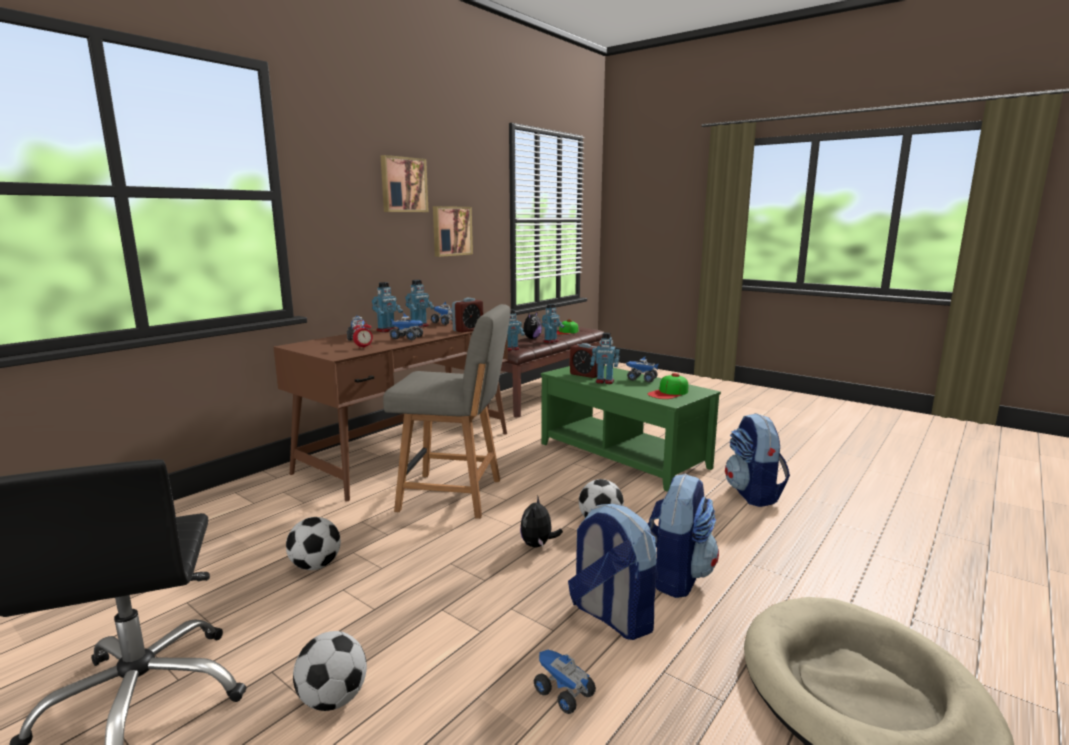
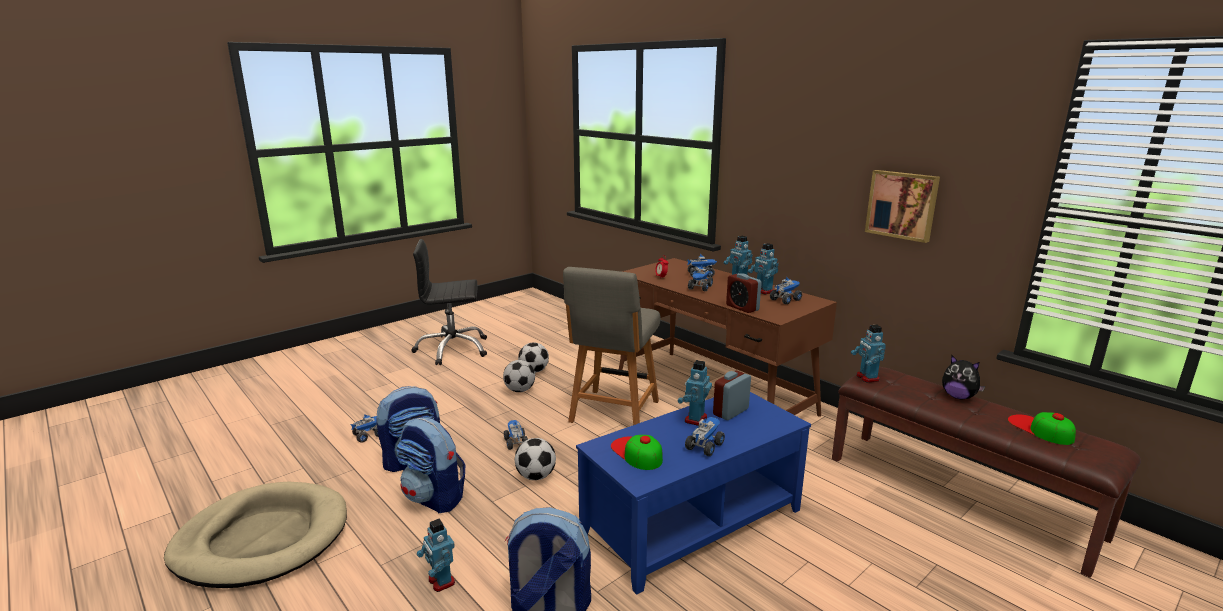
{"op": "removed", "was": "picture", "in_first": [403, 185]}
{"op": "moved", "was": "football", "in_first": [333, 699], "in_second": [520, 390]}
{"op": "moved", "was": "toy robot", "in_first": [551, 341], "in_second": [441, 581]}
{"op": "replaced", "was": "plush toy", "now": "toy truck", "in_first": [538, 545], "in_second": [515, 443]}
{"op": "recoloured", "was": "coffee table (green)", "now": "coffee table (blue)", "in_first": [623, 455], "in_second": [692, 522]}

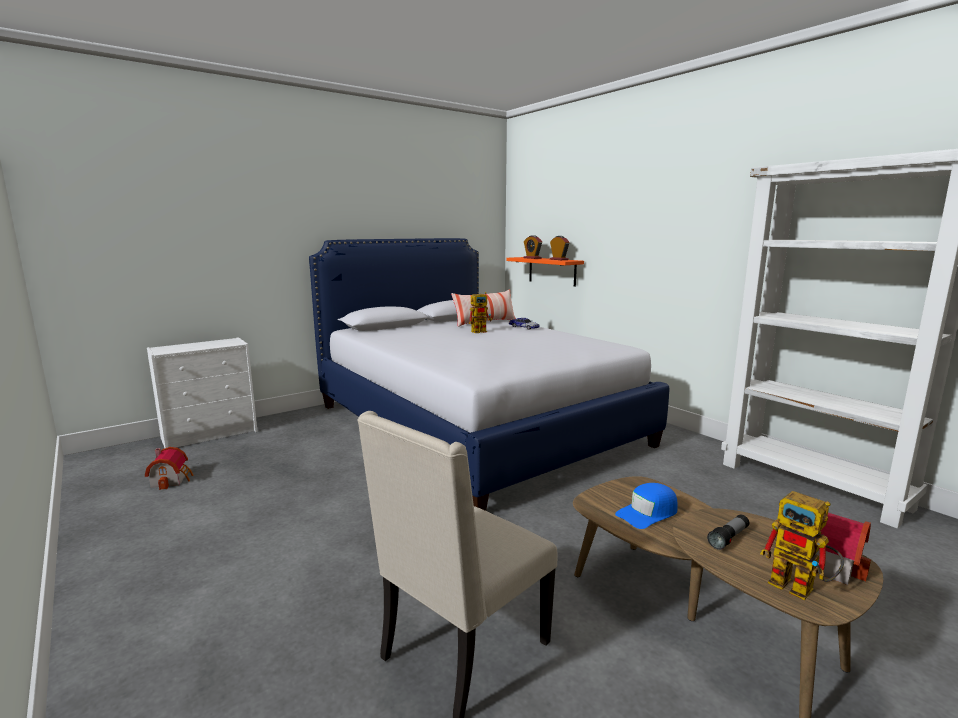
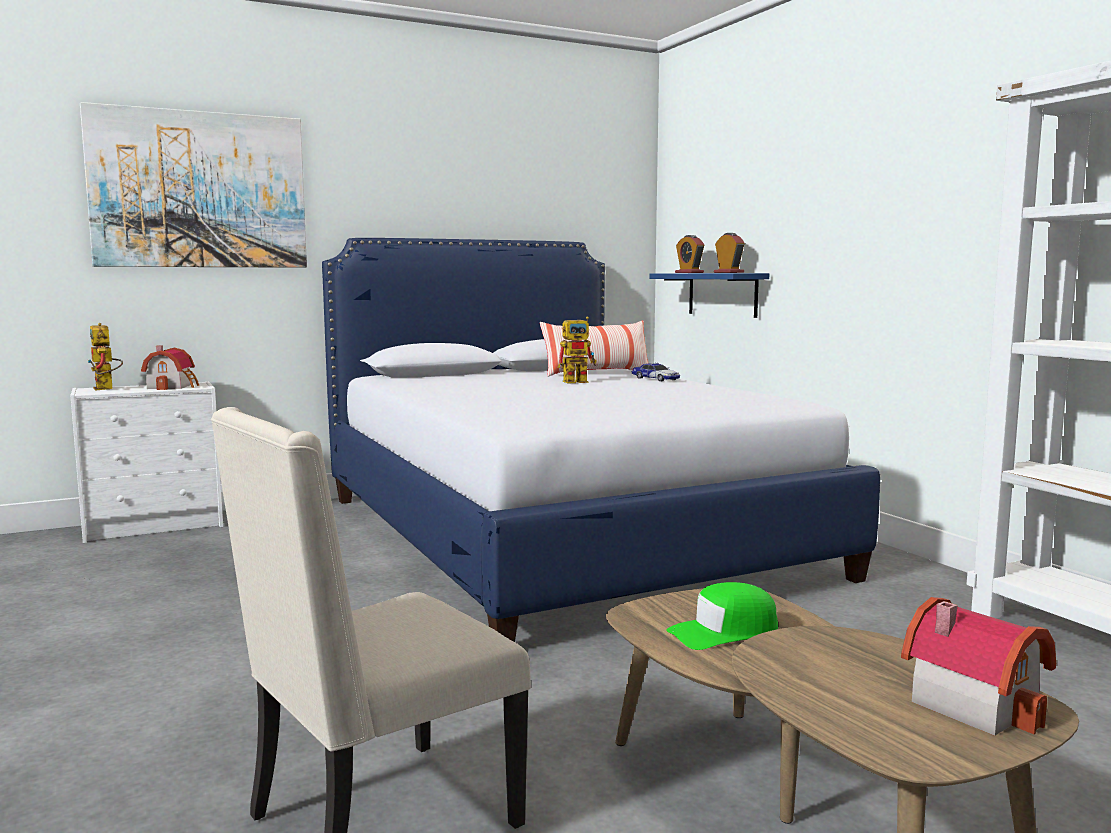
{"op": "removed", "was": "flashlight", "in_first": [728, 538]}
{"op": "added", "now": "picture", "in_second": [199, 190]}
{"op": "moved", "was": "toy house", "in_first": [172, 479], "in_second": [173, 386]}
{"op": "moved", "was": "toy robot", "in_first": [801, 588], "in_second": [106, 389]}
{"op": "recoloured", "was": "shelf (orange)", "now": "shelf (blue)", "in_first": [552, 271], "in_second": [722, 294]}
{"op": "recoloured", "was": "cap (blue)", "now": "cap (green)", "in_first": [648, 513], "in_second": [724, 632]}

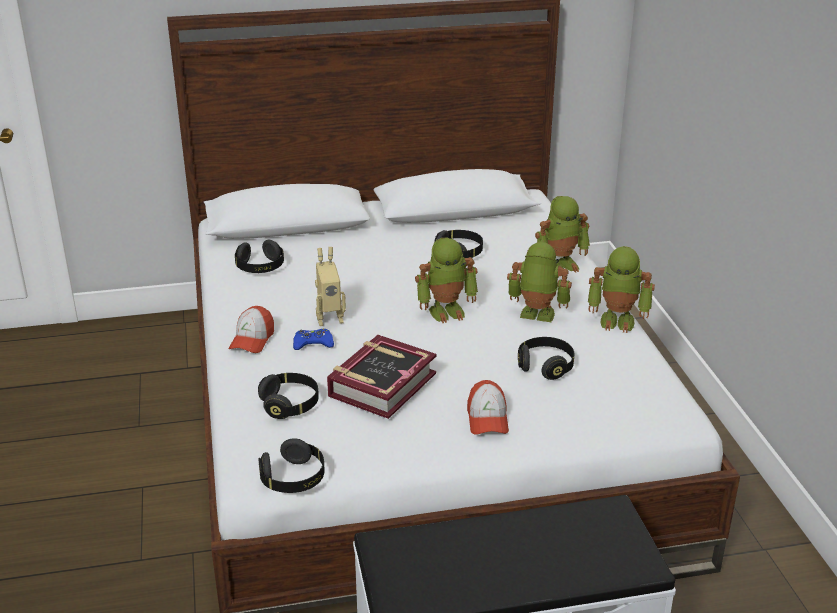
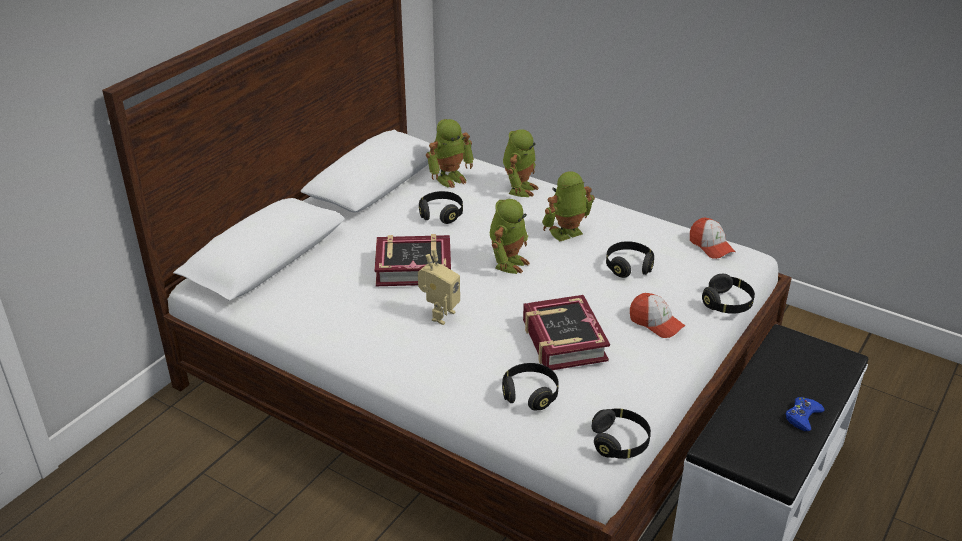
{"op": "added", "now": "book", "in_second": [413, 268]}
{"op": "moved", "was": "cap", "in_first": [252, 340], "in_second": [711, 246]}
{"op": "moved", "was": "headphones (black)", "in_first": [260, 267], "in_second": [727, 304]}
{"op": "moved", "was": "game controller (blue)", "in_first": [313, 343], "in_second": [802, 416]}
{"op": "moved", "was": "toy robot", "in_first": [618, 320], "in_second": [450, 178]}

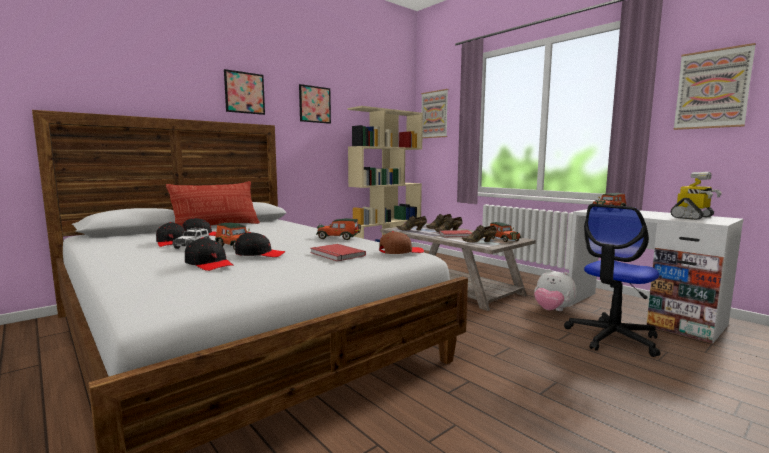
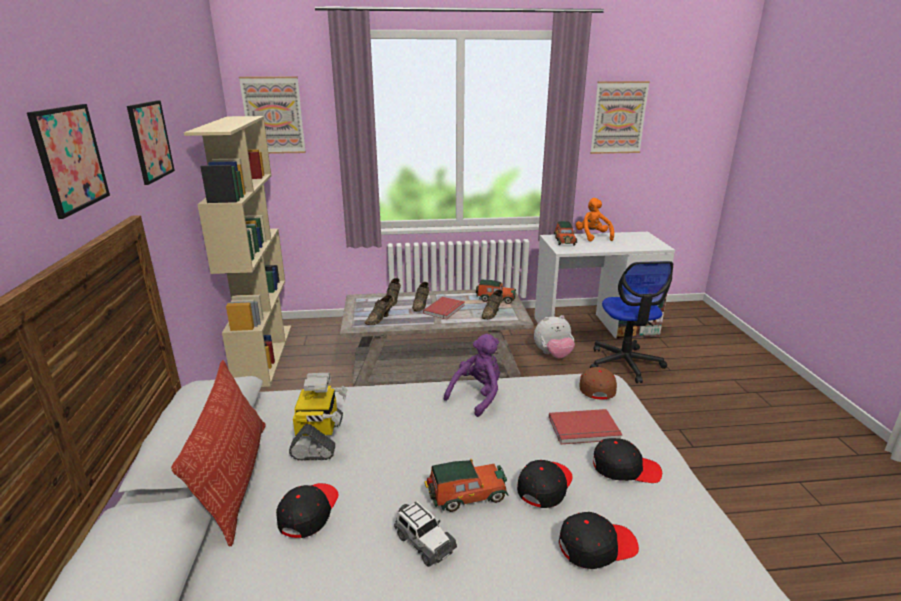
{"op": "added", "now": "plush toy (orange)", "in_second": [592, 237]}
{"op": "moved", "was": "cap (black)", "in_first": [172, 242], "in_second": [625, 468]}
{"op": "moved", "was": "toy robot", "in_first": [692, 217], "in_second": [319, 439]}
{"op": "replaced", "was": "toy car", "now": "plush toy (purple)", "in_first": [339, 238], "in_second": [477, 396]}

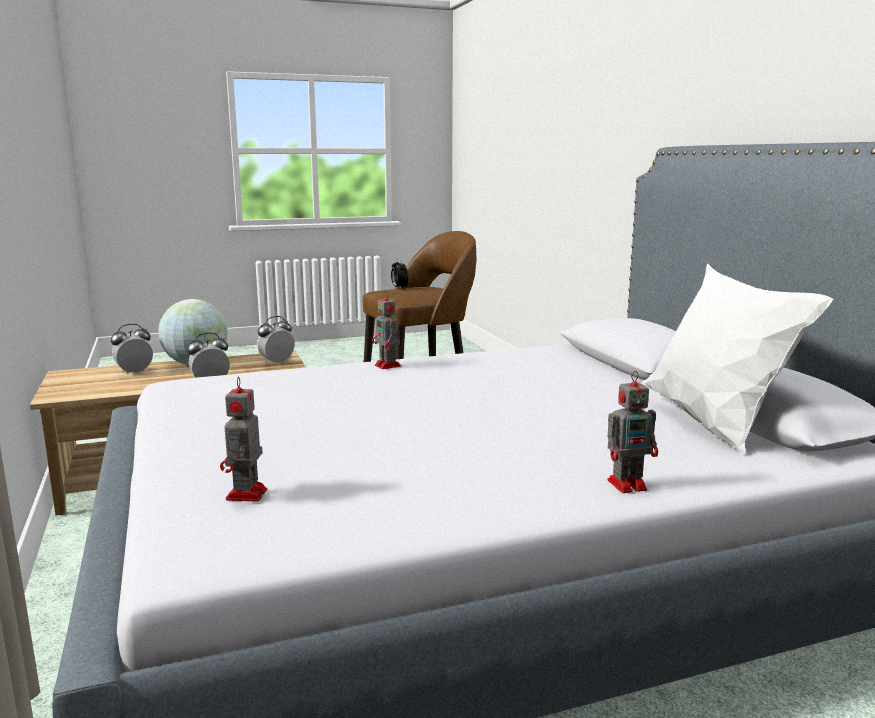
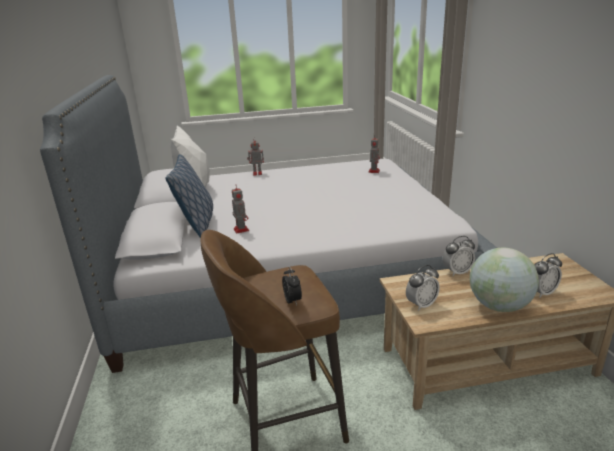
{"op": "added", "now": "pillow", "in_second": [197, 225]}
{"op": "moved", "was": "toy robot", "in_first": [388, 366], "in_second": [241, 229]}

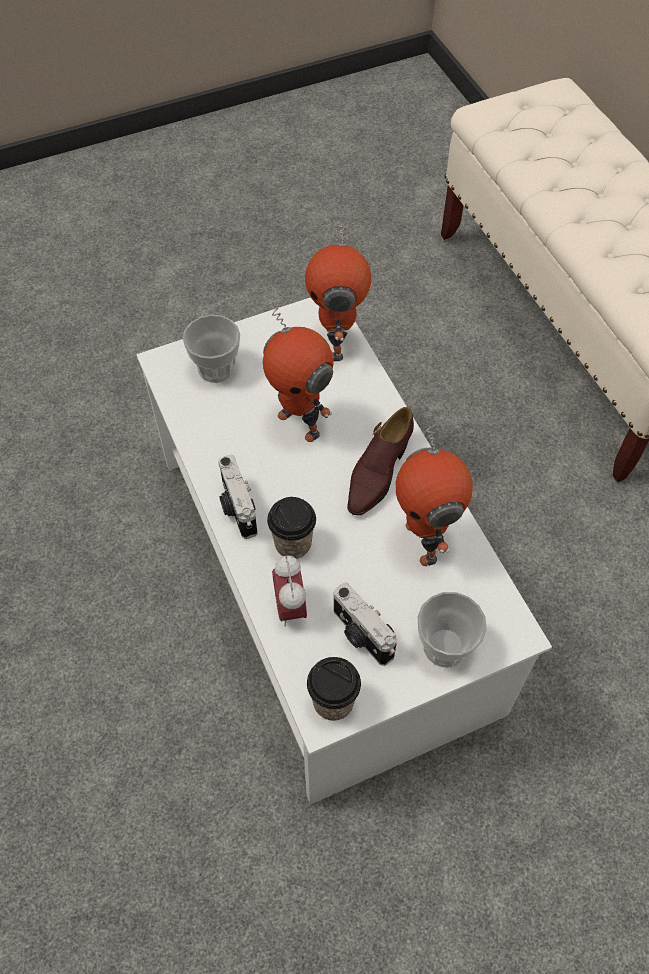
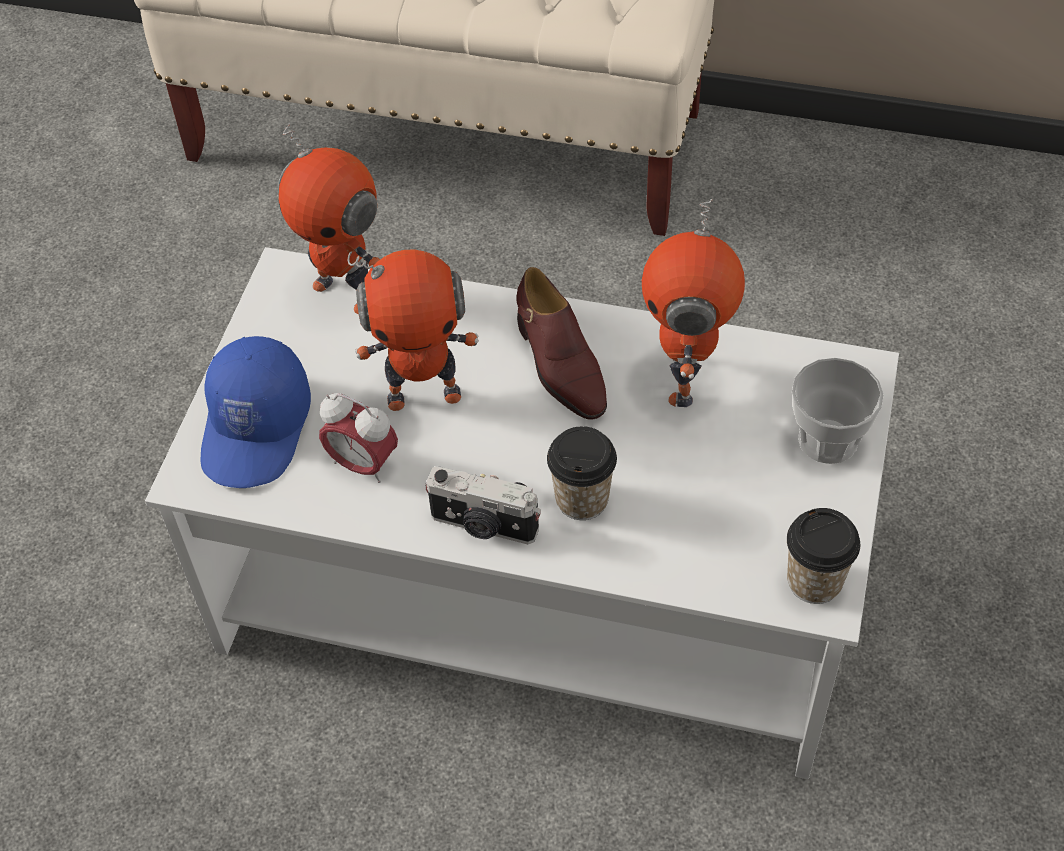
{"op": "removed", "was": "photo camera", "in_first": [361, 635]}
{"op": "moved", "was": "alarm clock", "in_first": [290, 607], "in_second": [363, 464]}
{"op": "replaced", "was": "cup", "now": "cap (blue)", "in_first": [216, 368], "in_second": [258, 429]}
{"op": "turned", "was": "toy robot", "in_first": [424, 541], "in_second": [686, 378], "clockwise": 75}

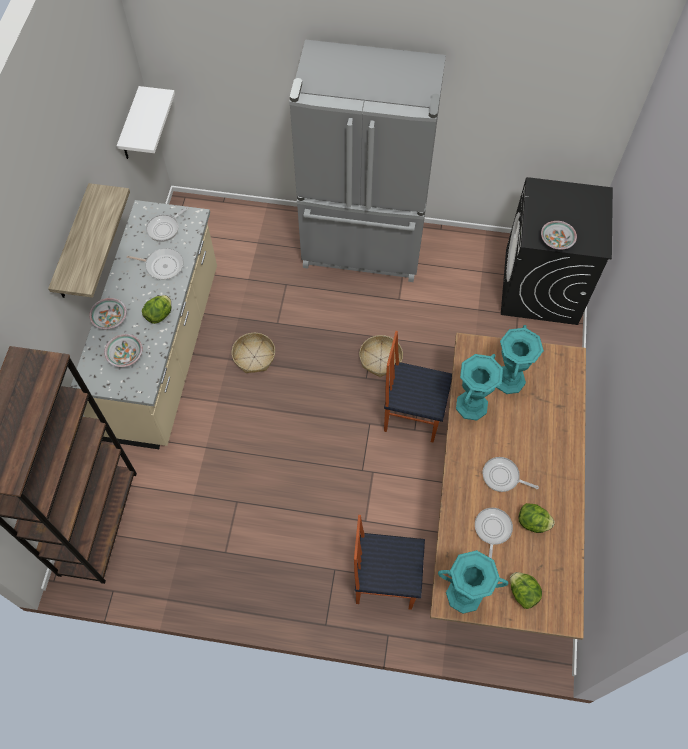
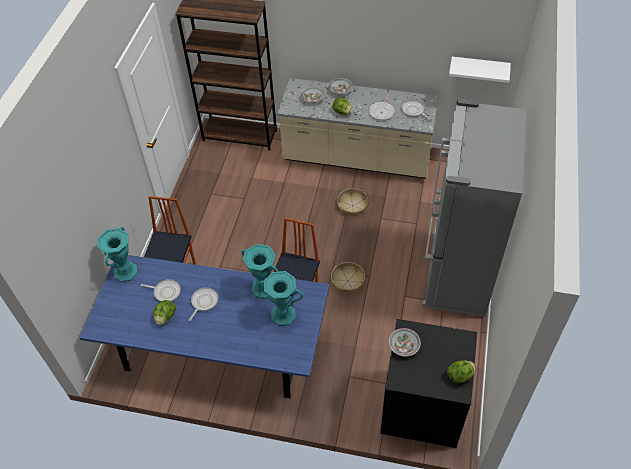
{"op": "removed", "was": "shelf", "in_first": [73, 244]}
{"op": "moved", "was": "lettuce", "in_first": [522, 593], "in_second": [460, 376]}
{"op": "recoloured", "was": "dining table (brown)", "now": "dining table (blue)", "in_first": [498, 507], "in_second": [217, 349]}

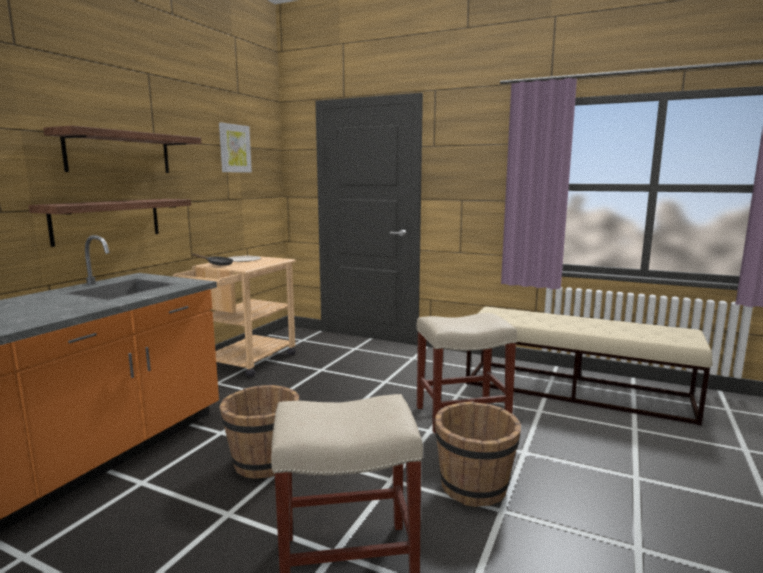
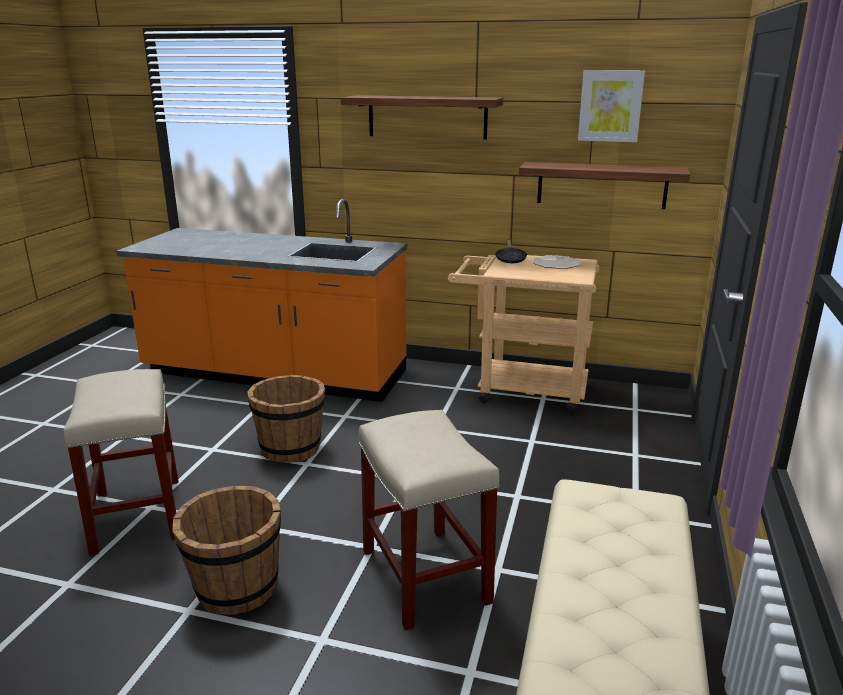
{"op": "moved", "was": "shelf", "in_first": [107, 220], "in_second": [601, 185]}

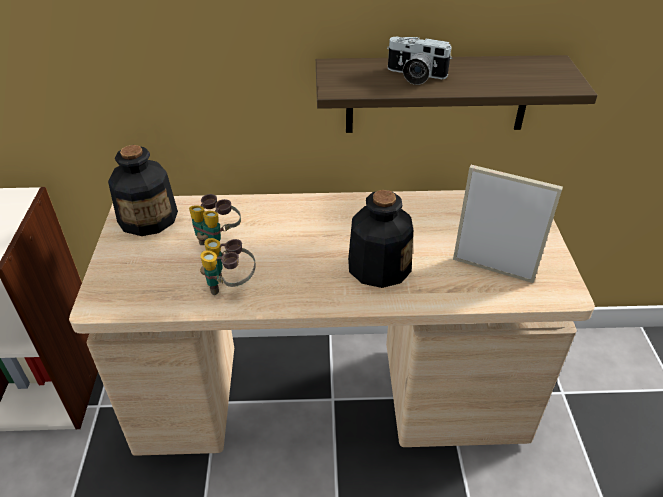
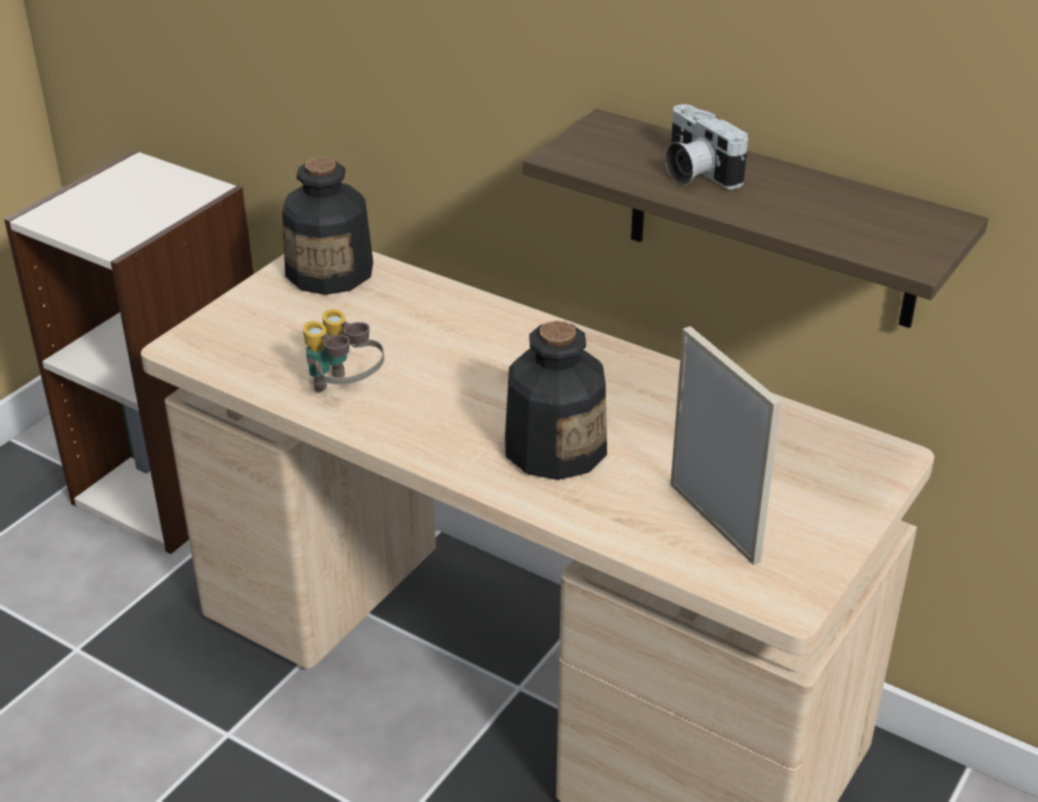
{"op": "removed", "was": "binoculars", "in_first": [217, 239]}

